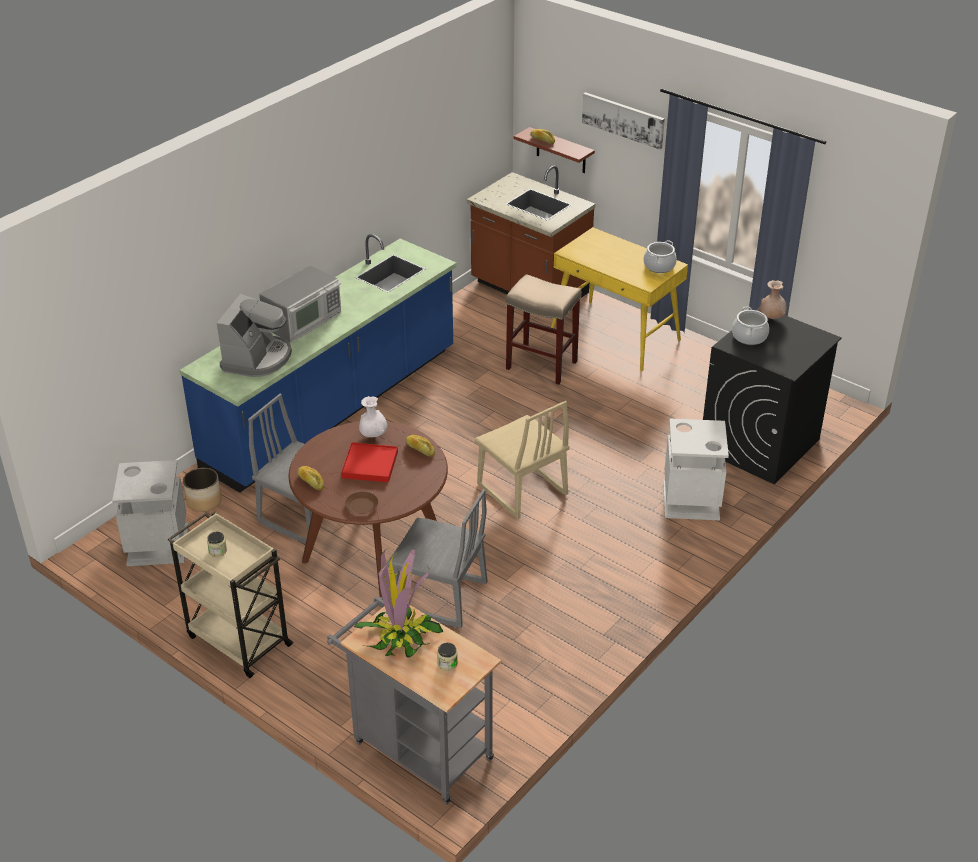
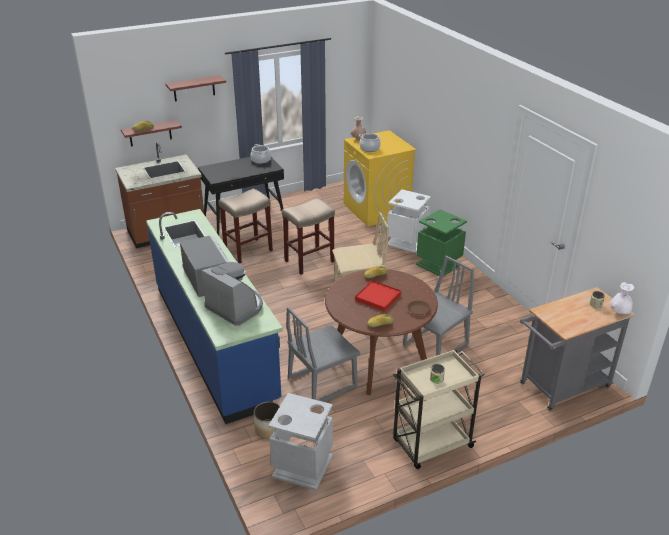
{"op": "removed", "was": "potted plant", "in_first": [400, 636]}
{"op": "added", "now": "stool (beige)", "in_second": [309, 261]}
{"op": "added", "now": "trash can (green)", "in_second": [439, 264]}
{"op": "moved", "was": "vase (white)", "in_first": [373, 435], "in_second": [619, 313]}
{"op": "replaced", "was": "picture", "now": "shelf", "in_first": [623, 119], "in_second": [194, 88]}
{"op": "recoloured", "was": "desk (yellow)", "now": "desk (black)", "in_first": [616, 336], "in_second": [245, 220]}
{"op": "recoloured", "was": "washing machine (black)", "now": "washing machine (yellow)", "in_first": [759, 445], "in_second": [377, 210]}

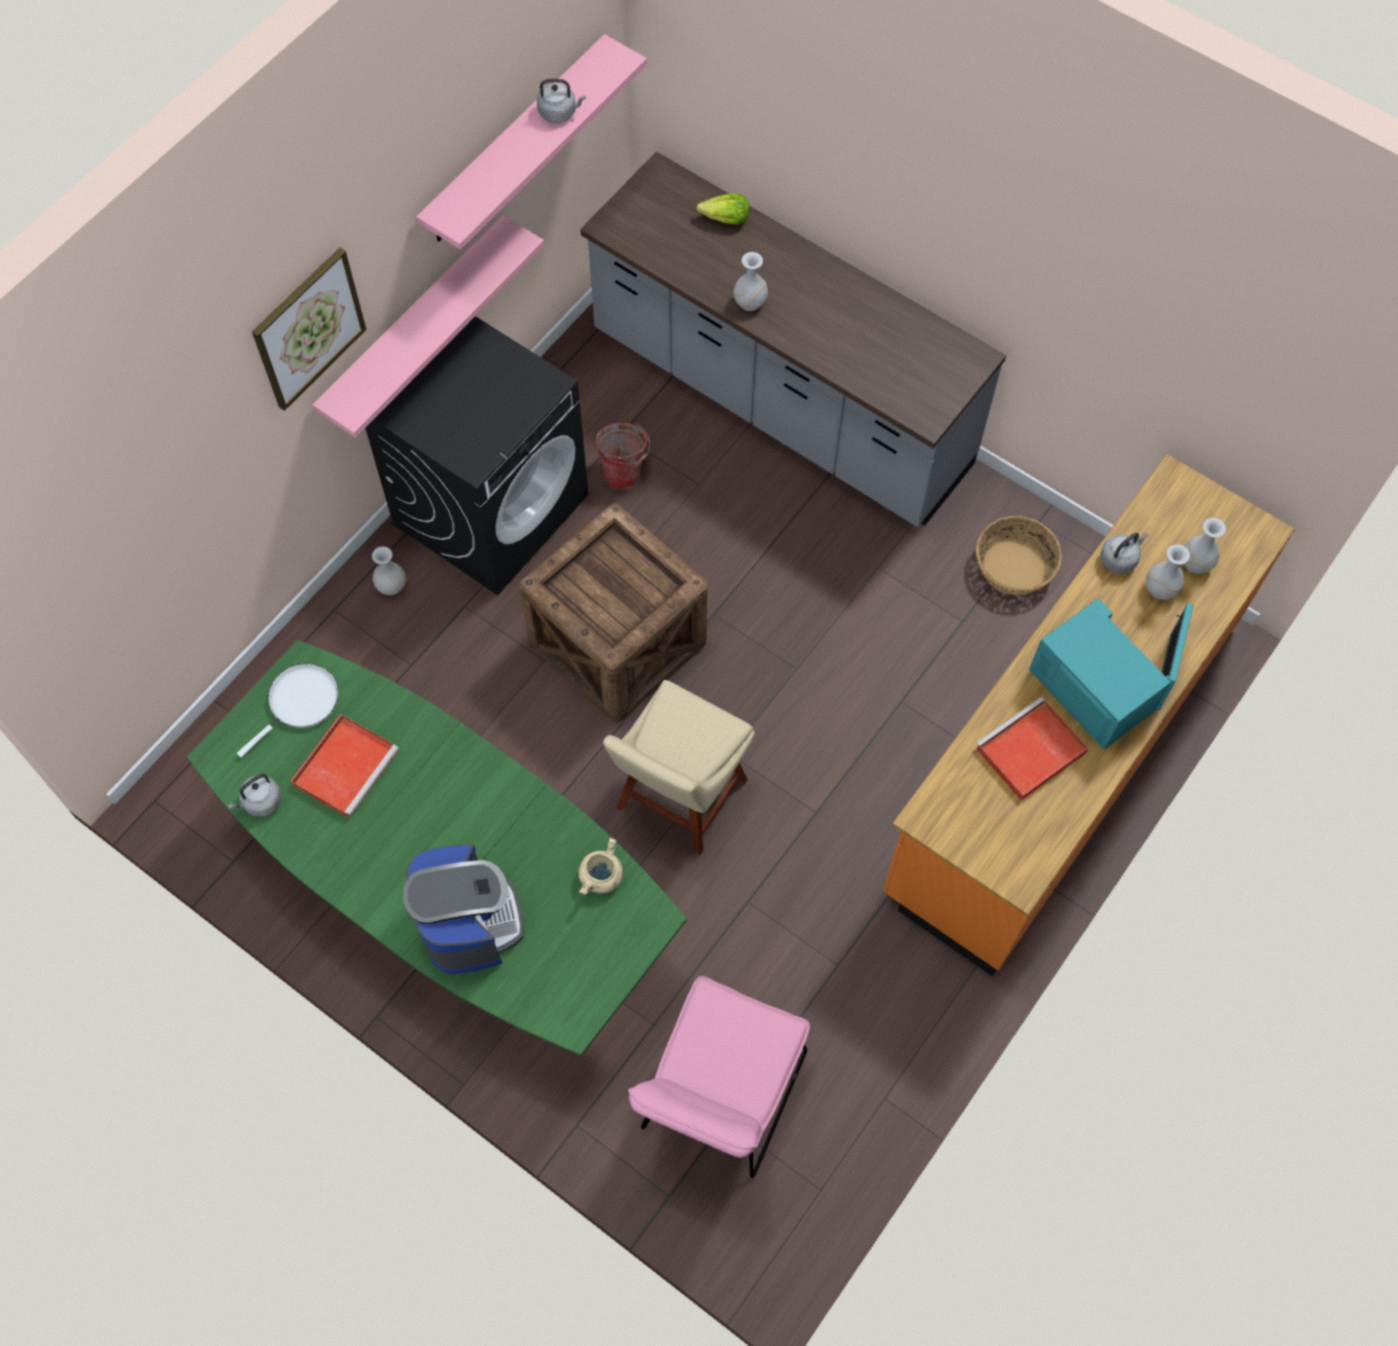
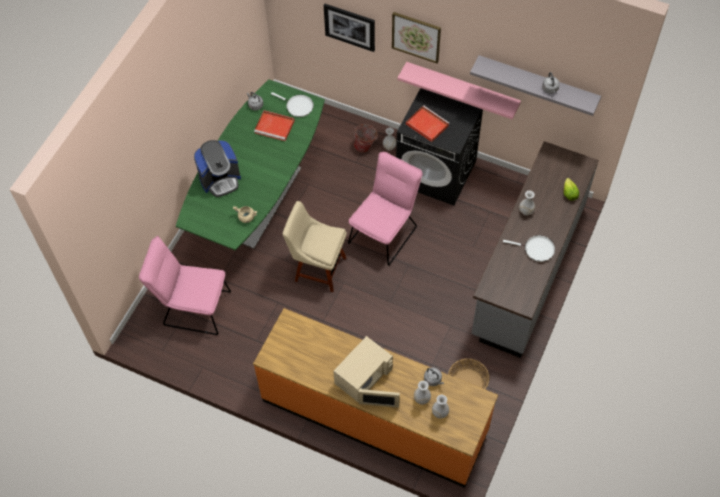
{"op": "added", "now": "picture", "in_second": [350, 26]}
{"op": "added", "now": "frying pan (white)", "in_second": [536, 249]}
{"op": "moved", "was": "bucket", "in_first": [624, 471], "in_second": [365, 147]}
{"op": "moved", "was": "tray (red)", "in_first": [1029, 752], "in_second": [426, 124]}
{"op": "replaced", "was": "crate", "now": "chair (pink)", "in_first": [618, 641], "in_second": [385, 231]}
{"op": "recoloured", "was": "shelf (pink)", "now": "shelf (grey)", "in_first": [515, 142], "in_second": [537, 83]}
{"op": "recoloured", "was": "microwave (turquoise)", "now": "microwave (beige)", "in_first": [1099, 688], "in_second": [364, 378]}

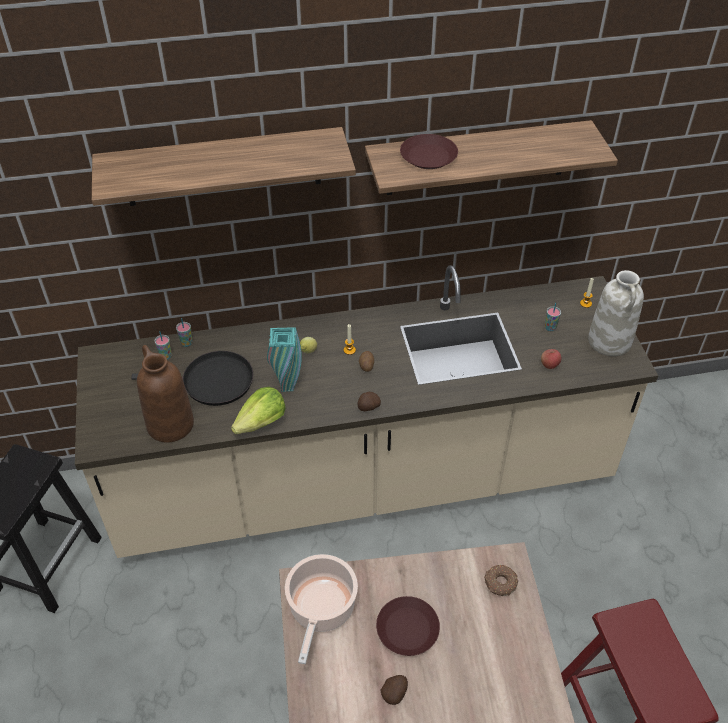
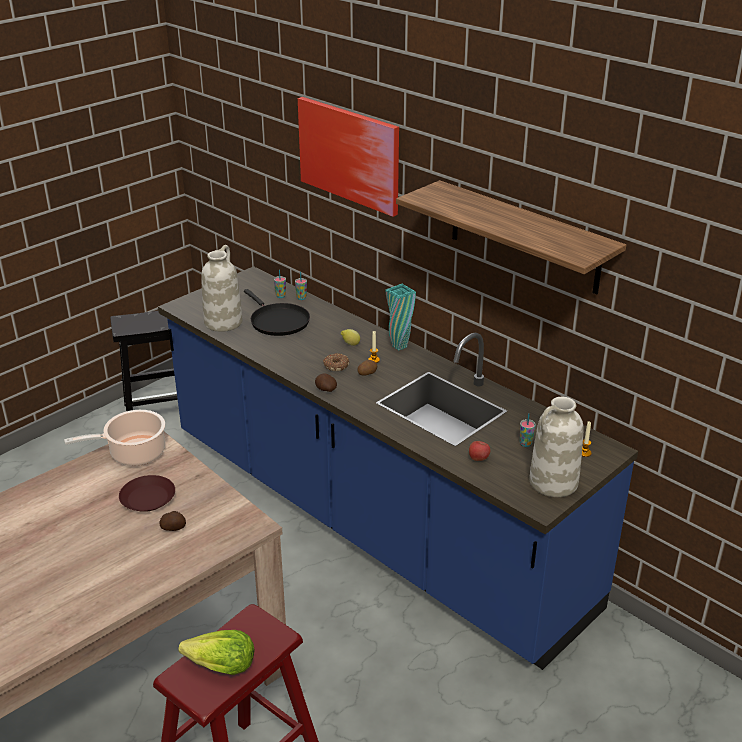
{"op": "removed", "was": "plate (brown)", "in_first": [429, 157]}
{"op": "moved", "was": "lettuce", "in_first": [261, 422], "in_second": [221, 666]}
{"op": "moved", "was": "vase (turquoise)", "in_first": [287, 386], "in_second": [399, 346]}
{"op": "moved", "was": "potato", "in_first": [395, 693], "in_second": [173, 528]}
{"op": "moved", "was": "donut", "in_first": [500, 583], "in_second": [335, 366]}
{"op": "replaced", "was": "shelf", "now": "picture", "in_first": [223, 167], "in_second": [349, 154]}
{"op": "recoloured", "was": "counter (beige)", "now": "counter (blue)", "in_first": [364, 481], "in_second": [371, 519]}
{"op": "recoloured", "was": "vase (brown)", "now": "vase (white)", "in_first": [169, 424], "in_second": [223, 322]}

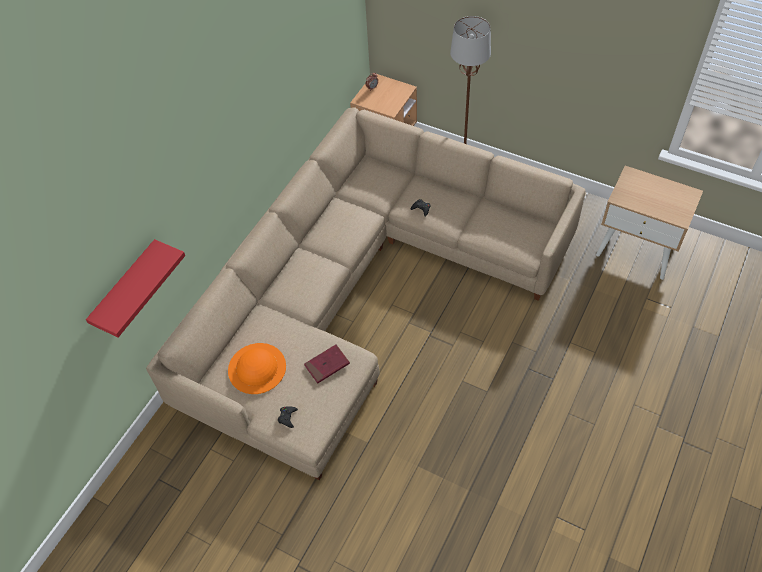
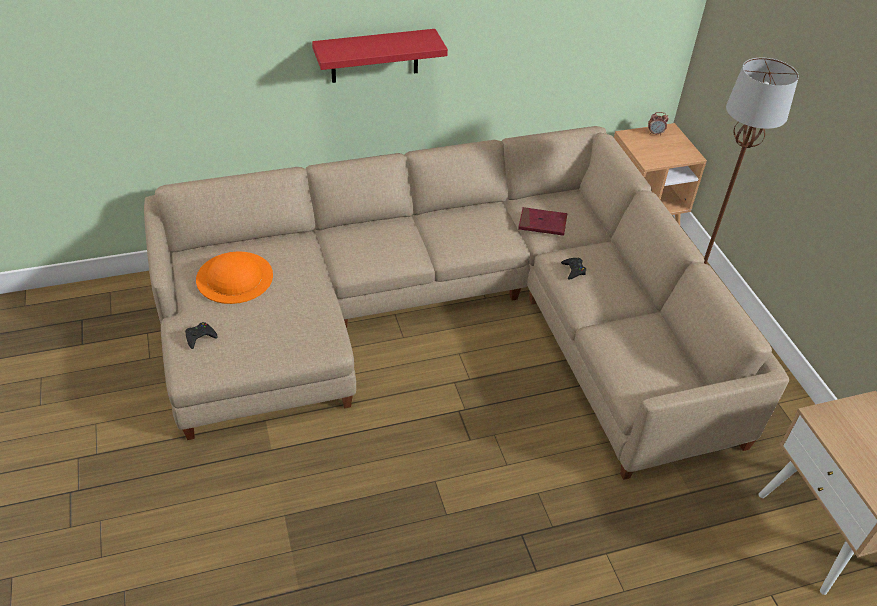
{"op": "moved", "was": "shelf (red)", "in_first": [127, 289], "in_second": [374, 56]}
{"op": "moved", "was": "book (red)", "in_first": [327, 365], "in_second": [542, 224]}

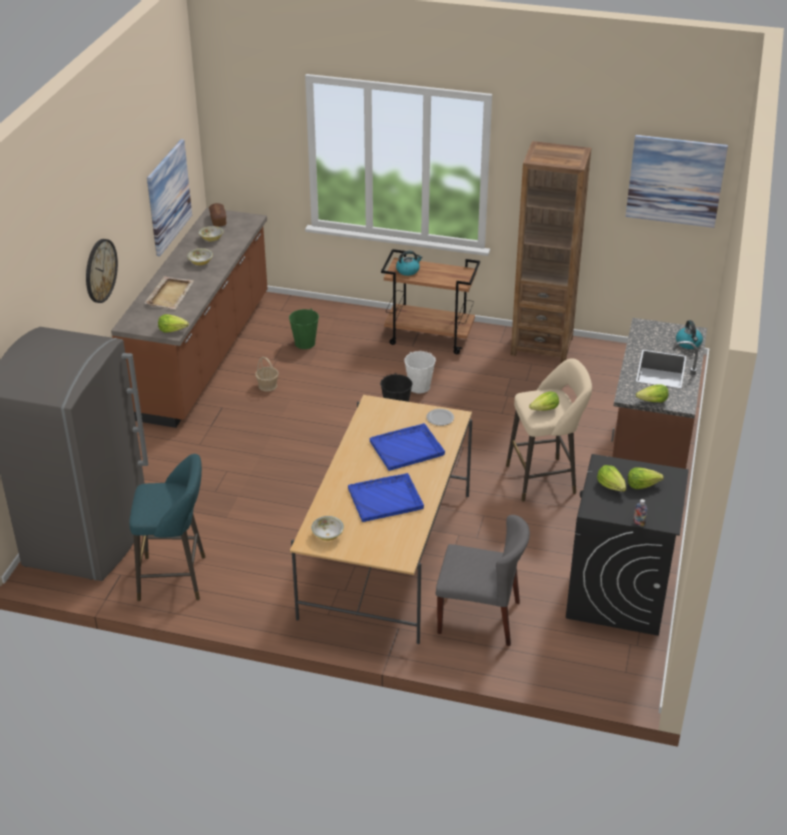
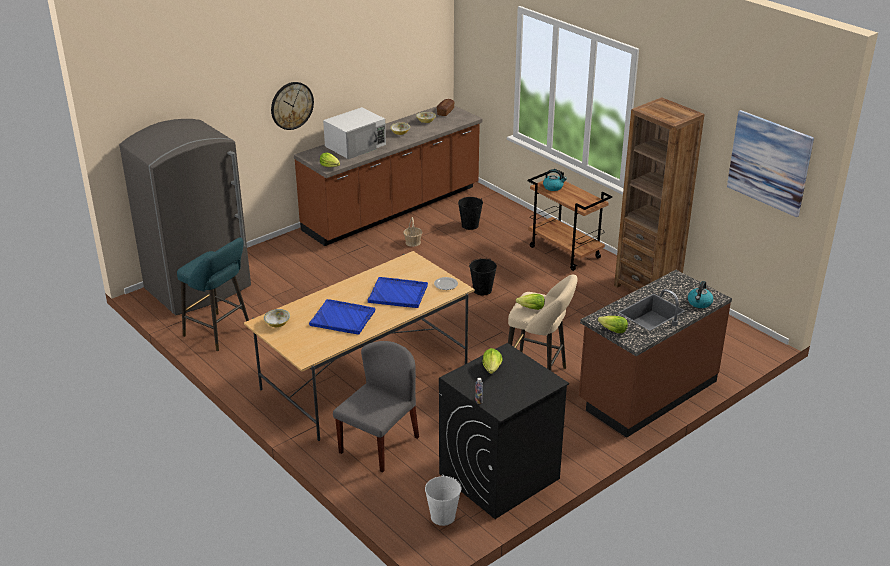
{"op": "removed", "was": "picture", "in_first": [168, 197]}
{"op": "removed", "was": "lettuce", "in_first": [642, 484]}
{"op": "moved", "was": "bucket (white)", "in_first": [419, 387], "in_second": [442, 516]}
{"op": "replaced", "was": "tray (beige)", "now": "microwave (white)", "in_first": [170, 294], "in_second": [356, 145]}
{"op": "recoloured", "was": "bucket (green)", "now": "bucket (black)", "in_first": [304, 343], "in_second": [470, 225]}
{"op": "turned", "was": "chair (grey)", "in_first": [480, 617], "in_second": [379, 444], "clockwise": -105}

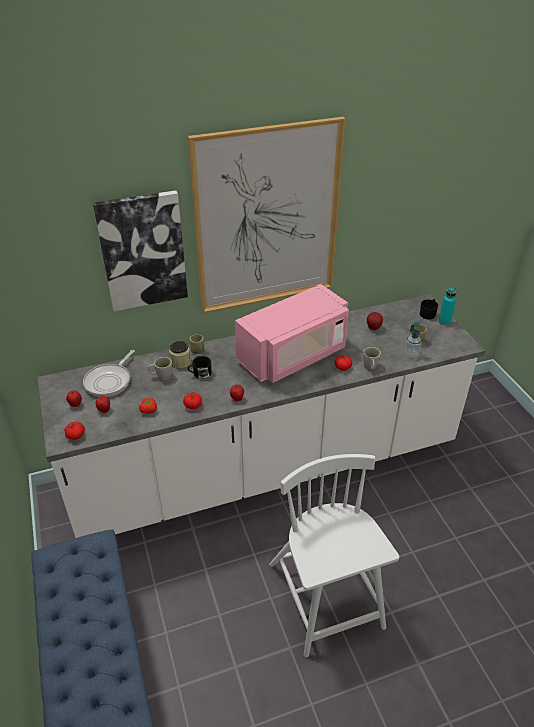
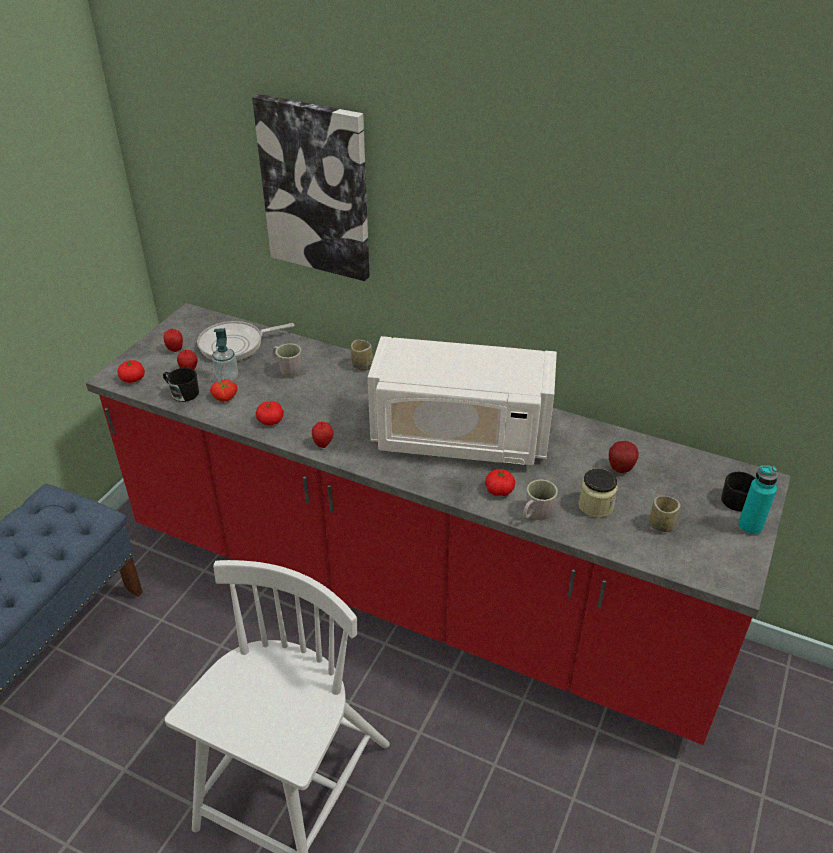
{"op": "removed", "was": "picture", "in_first": [267, 219]}
{"op": "moved", "was": "jar", "in_first": [180, 362], "in_second": [595, 506]}
{"op": "moved", "was": "mug (black)", "in_first": [200, 374], "in_second": [182, 392]}
{"op": "moved", "was": "soap dispenser", "in_first": [411, 354], "in_second": [227, 377]}
{"op": "recoloured", "was": "counter (white)", "now": "counter (red)", "in_first": [267, 468], "in_second": [416, 590]}
{"op": "recoloured", "was": "microwave (pink)", "now": "microwave (white)", "in_first": [293, 355], "in_second": [460, 437]}

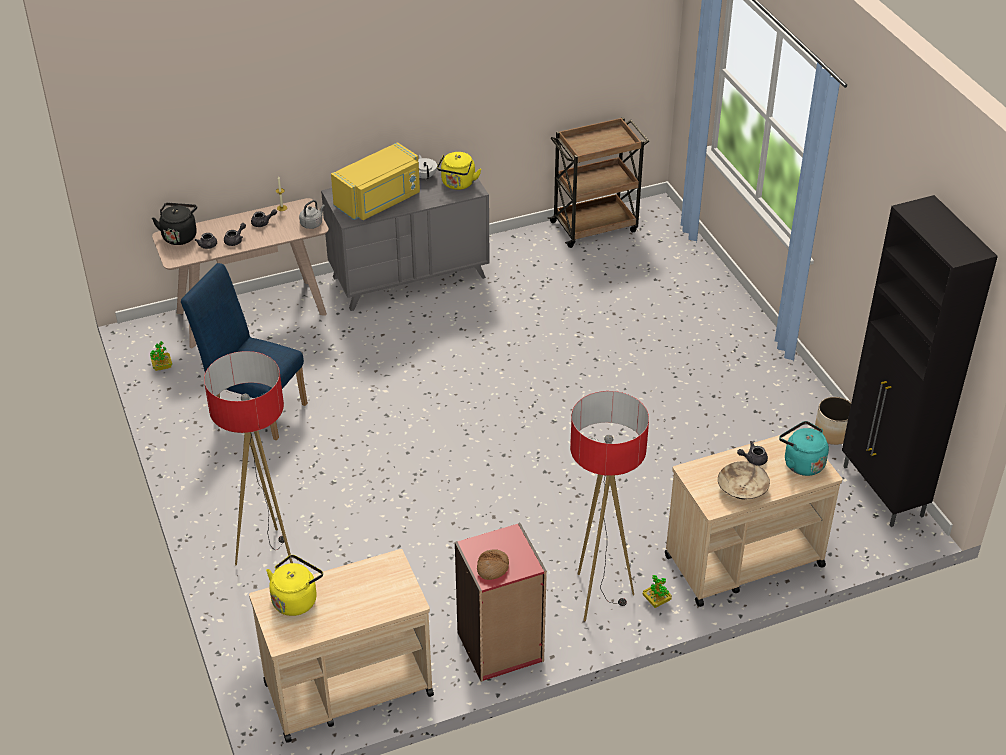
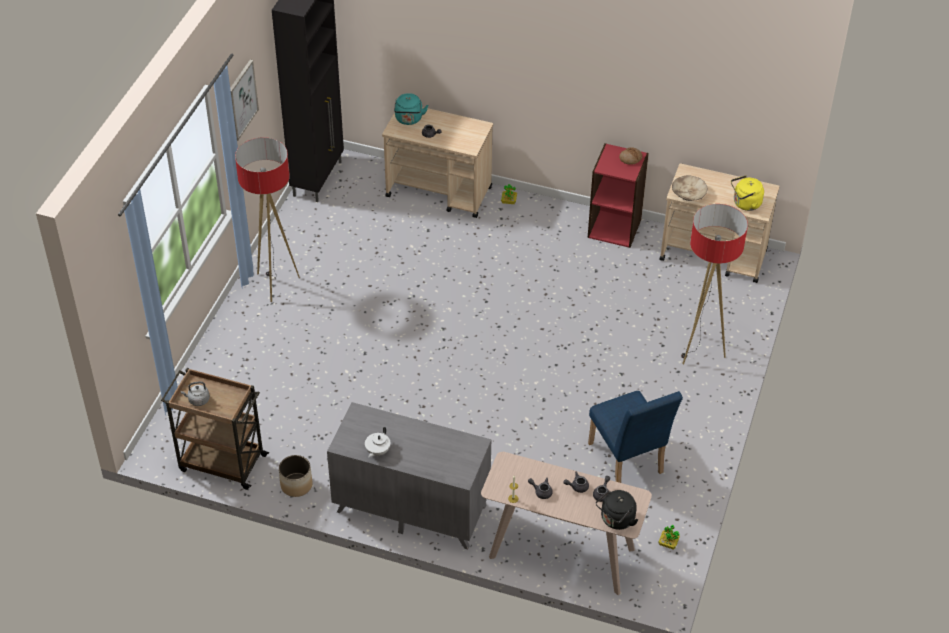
{"op": "removed", "was": "microwave (yellow)", "in_first": [379, 201]}
{"op": "removed", "was": "kettle (yellow)", "in_first": [458, 184]}
{"op": "added", "now": "picture", "in_second": [242, 99]}
{"op": "moved", "was": "kettle (grey)", "in_first": [312, 223], "in_second": [197, 400]}
{"op": "moved", "was": "floor lamp", "in_first": [599, 596], "in_second": [276, 284]}
{"op": "moved", "was": "bowl (beige)", "in_first": [742, 489], "in_second": [688, 194]}
{"op": "moved", "was": "planter", "in_first": [832, 433], "in_second": [296, 485]}

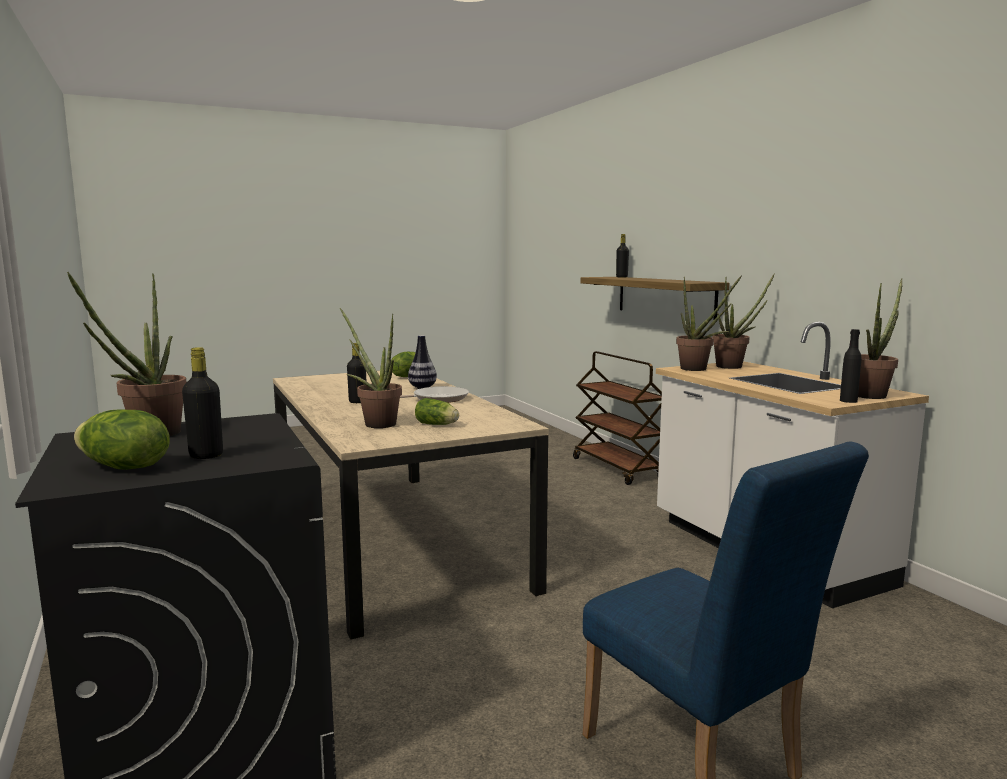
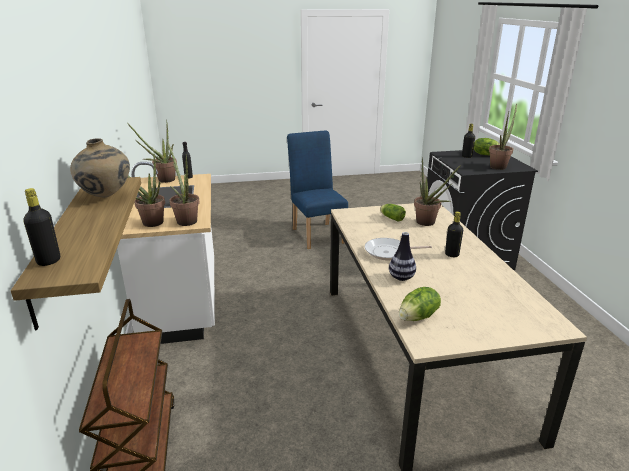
{"op": "added", "now": "vase (beige)", "in_second": [106, 197]}

